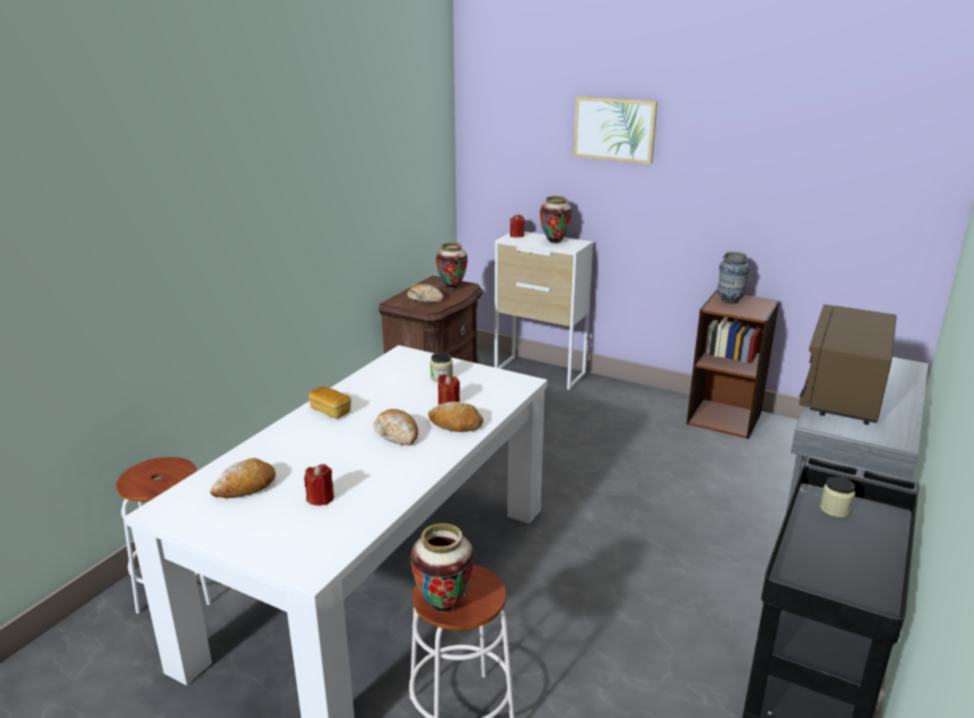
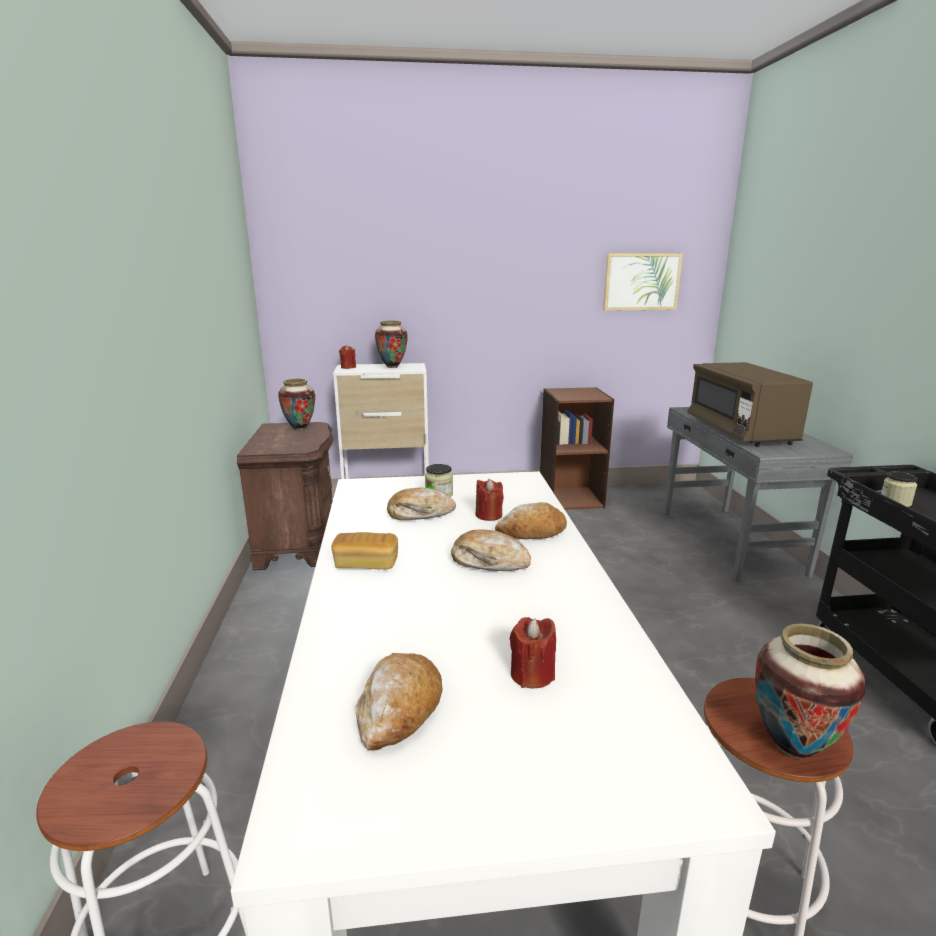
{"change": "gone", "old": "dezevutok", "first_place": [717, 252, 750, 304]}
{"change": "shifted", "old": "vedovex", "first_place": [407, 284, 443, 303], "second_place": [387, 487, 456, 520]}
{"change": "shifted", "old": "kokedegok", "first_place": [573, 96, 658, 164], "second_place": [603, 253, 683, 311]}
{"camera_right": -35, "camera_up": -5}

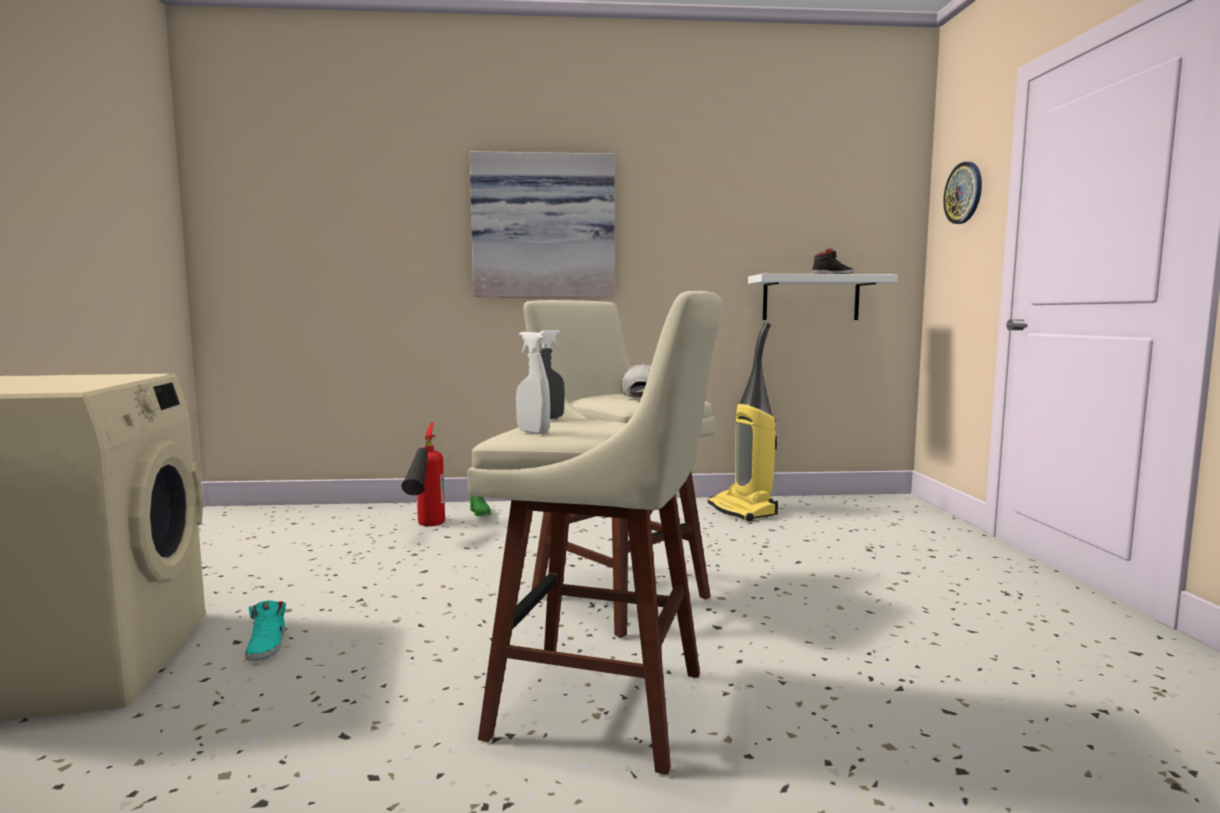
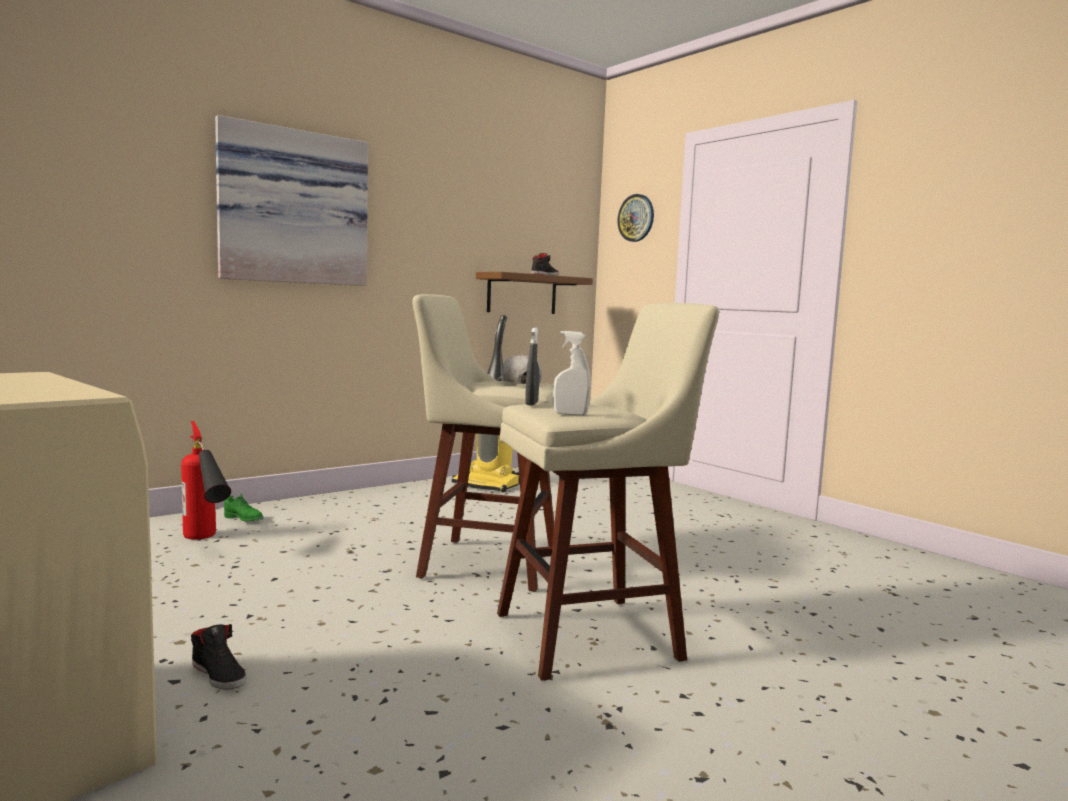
{"change": "repainted", "old": "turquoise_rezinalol", "new": "black_rezinalol", "first_place": [245, 601, 286, 661], "second_place": [191, 624, 246, 690]}
{"change": "repainted", "old": "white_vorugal", "new": "brown_vorugal", "first_place": [748, 274, 898, 320], "second_place": [476, 272, 593, 314]}
{"camera_right": -35, "camera_up": 0}

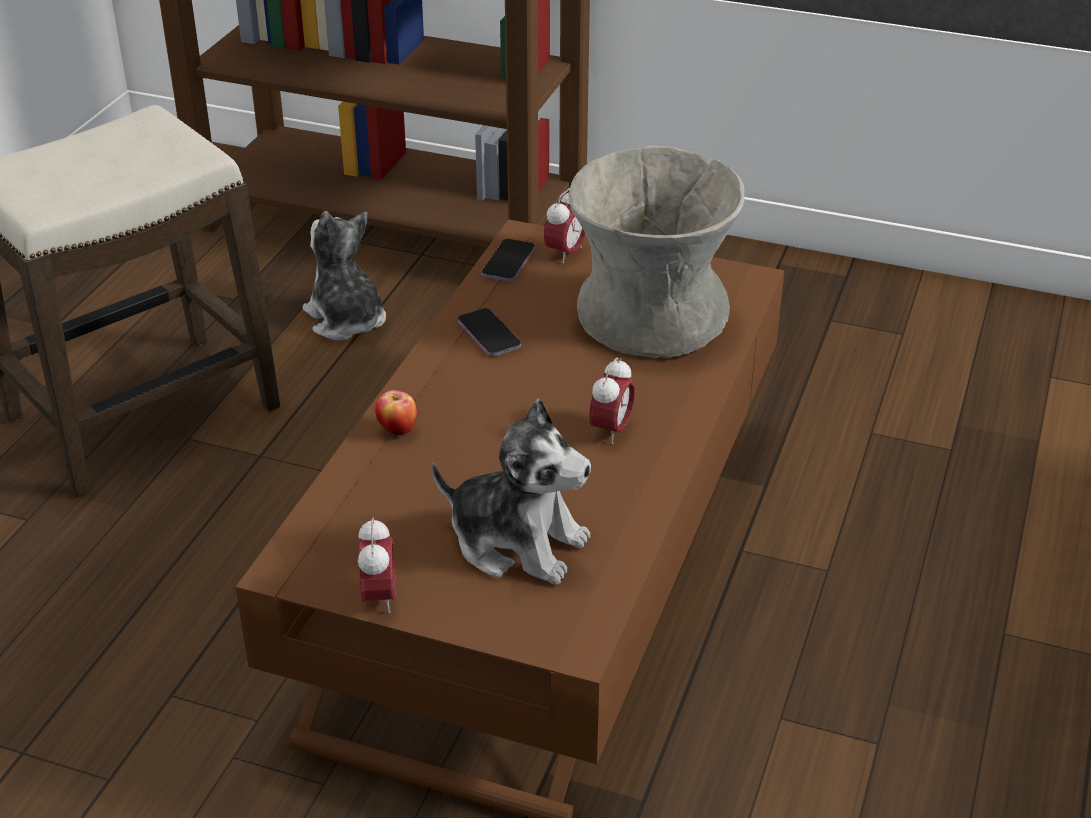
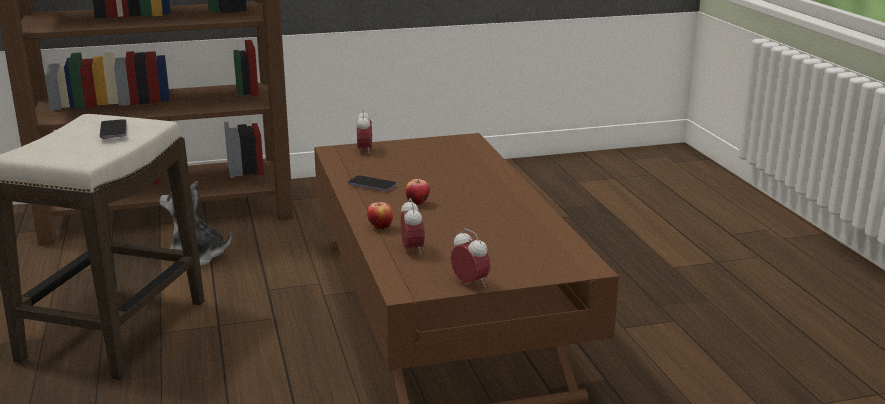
{"change": "gone", "old": "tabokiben", "first_place": [432, 398, 591, 585]}
{"change": "gone", "old": "grey_dezevutok", "first_place": [569, 146, 745, 358]}
{"change": "new", "new": "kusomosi", "second_place": [405, 179, 430, 205]}
{"change": "shifted", "old": "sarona", "first_place": [482, 239, 535, 282], "second_place": [100, 119, 127, 139]}
{"change": "shifted", "old": "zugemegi", "first_place": [589, 357, 635, 444], "second_place": [401, 198, 425, 256]}
{"camera_right": -35, "camera_up": -15}

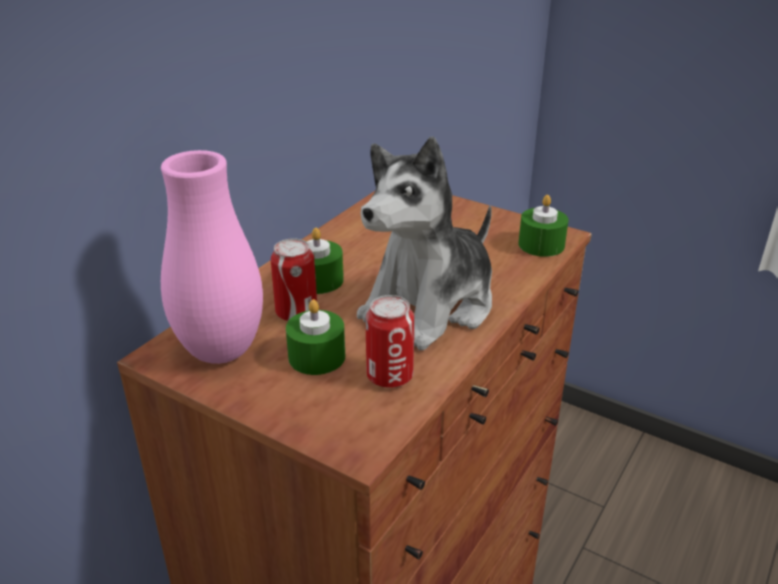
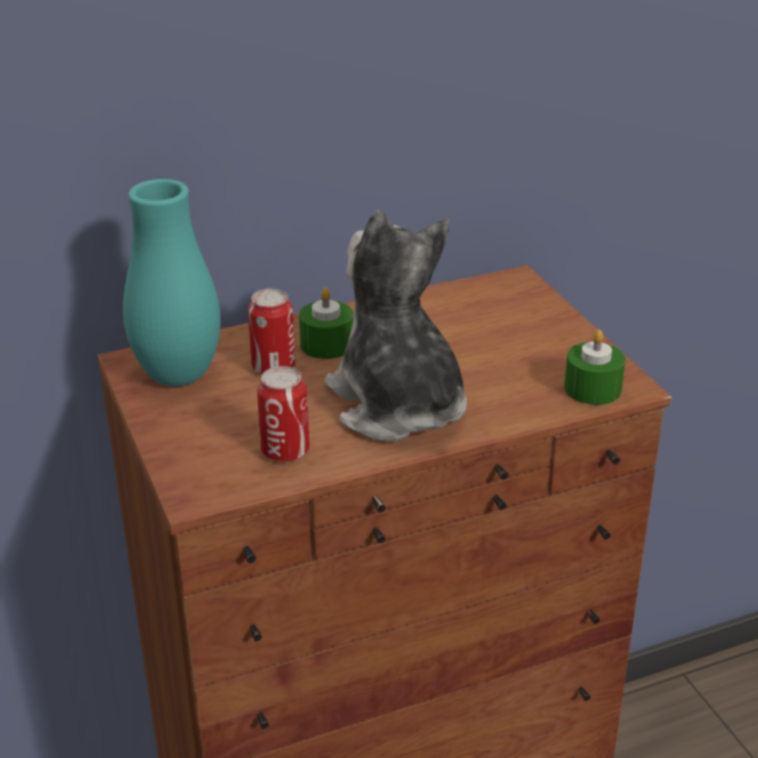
{"change": "gone", "old": "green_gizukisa", "first_place": [286, 299, 345, 375]}
{"change": "repainted", "old": "pink_dezevutok", "new": "turquoise_dezevutok", "first_place": [161, 150, 263, 364], "second_place": [123, 179, 221, 386]}
{"change": "rotated", "old": "tabokiben", "first_place": [357, 137, 492, 350], "second_place": [325, 210, 467, 441], "degrees": 75}
{"camera_right": 35, "camera_up": 0}

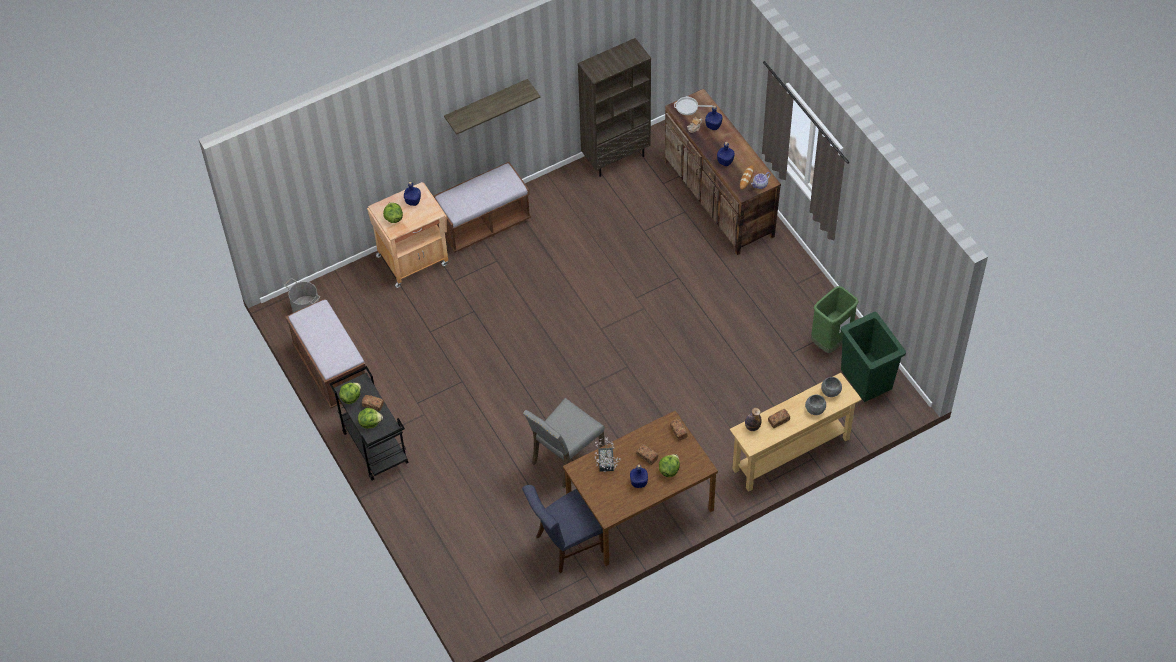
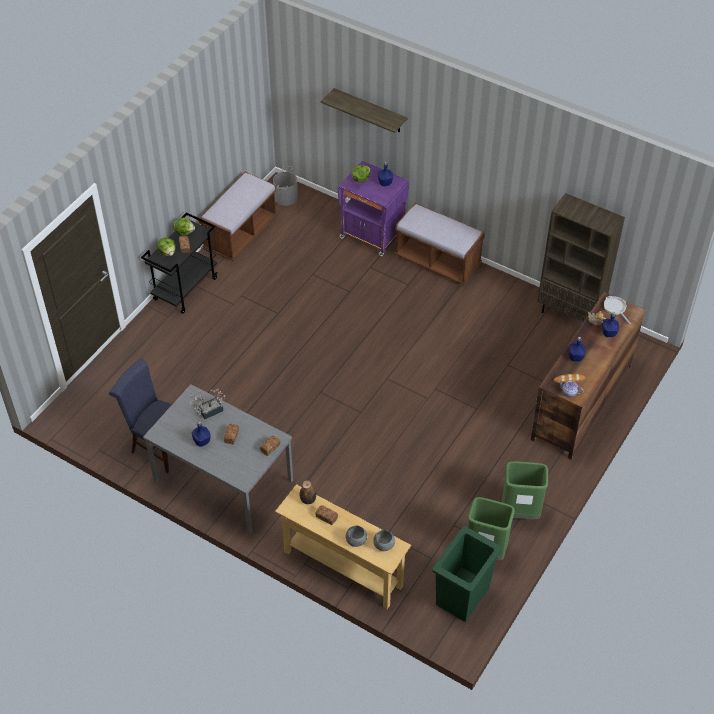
{"change": "gone", "old": "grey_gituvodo", "first_place": [523, 398, 605, 488]}
{"change": "gone", "old": "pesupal", "first_place": [659, 454, 680, 477]}
{"change": "new", "new": "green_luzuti", "second_place": [502, 461, 548, 519]}
{"change": "shifted", "old": "vorugal", "first_place": [444, 79, 540, 135], "second_place": [321, 88, 408, 133]}
{"change": "repainted", "old": "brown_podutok", "new": "purple_podutok", "first_place": [367, 182, 448, 288], "second_place": [337, 161, 410, 256]}
{"change": "repainted", "old": "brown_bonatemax", "new": "grey_bonatemax", "first_place": [563, 411, 718, 566], "second_place": [143, 384, 293, 534]}
{"camera_right": 60, "camera_up": -5}

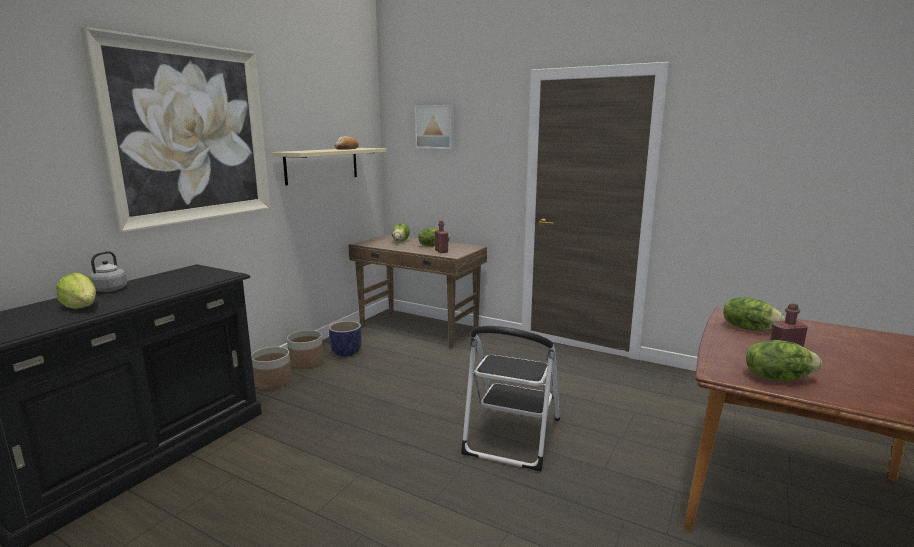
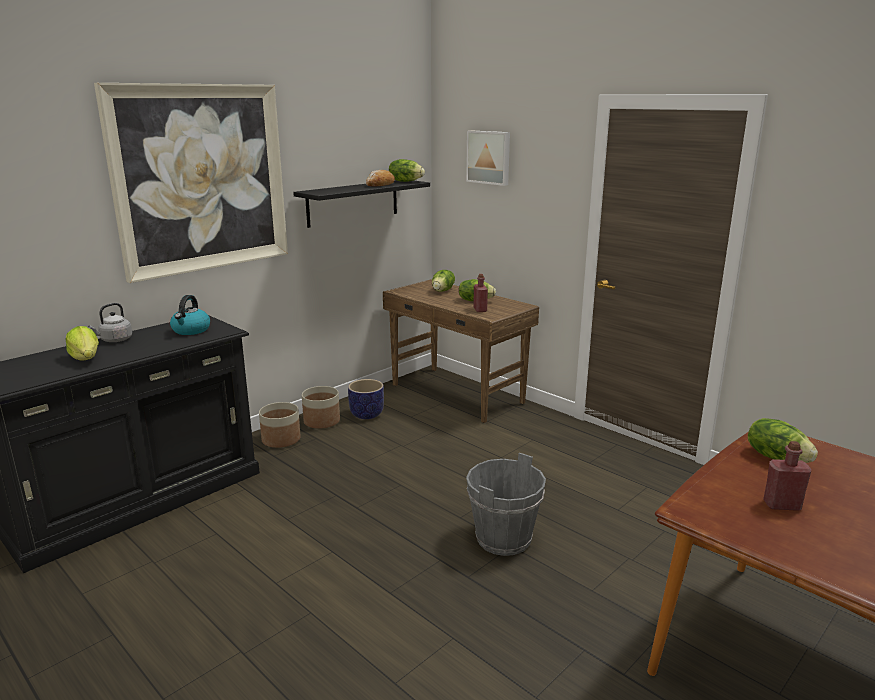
{"change": "new", "new": "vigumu", "second_place": [170, 295, 210, 335]}
{"change": "shifted", "old": "pesupal", "first_place": [746, 340, 822, 381], "second_place": [389, 159, 425, 182]}
{"change": "swapped", "old": "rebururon", "new": "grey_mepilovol", "first_place": [461, 326, 560, 471], "second_place": [466, 453, 546, 556]}
{"change": "repainted", "old": "beige_vorugal", "new": "black_vorugal", "first_place": [273, 148, 387, 185], "second_place": [293, 180, 430, 228]}
{"camera_right": 15, "camera_up": 5}

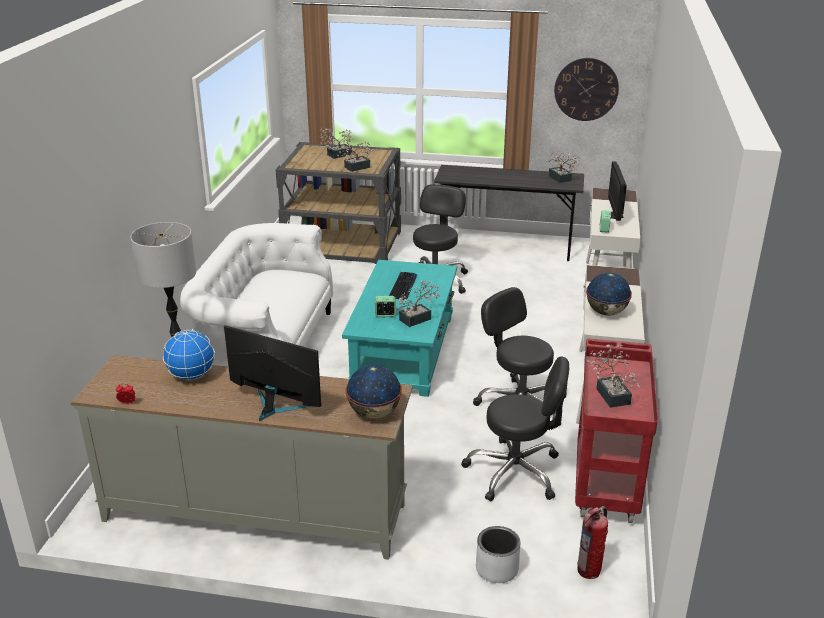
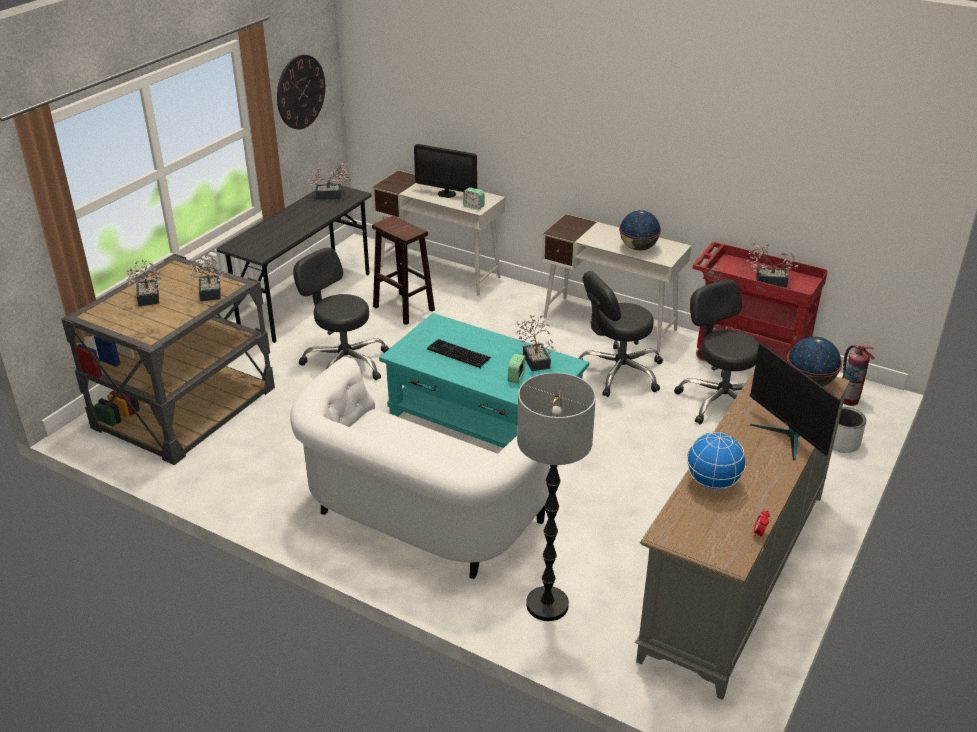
{"change": "new", "new": "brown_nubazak", "second_place": [372, 216, 435, 325]}
{"change": "rotated", "old": "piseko", "first_place": [224, 325, 322, 421], "second_place": [750, 343, 840, 460], "degrees": -75}
{"change": "rotated", "old": "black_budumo", "first_place": [461, 356, 569, 501], "second_place": [674, 280, 759, 424], "degrees": -60}
{"camera_right": -70, "camera_up": 5}

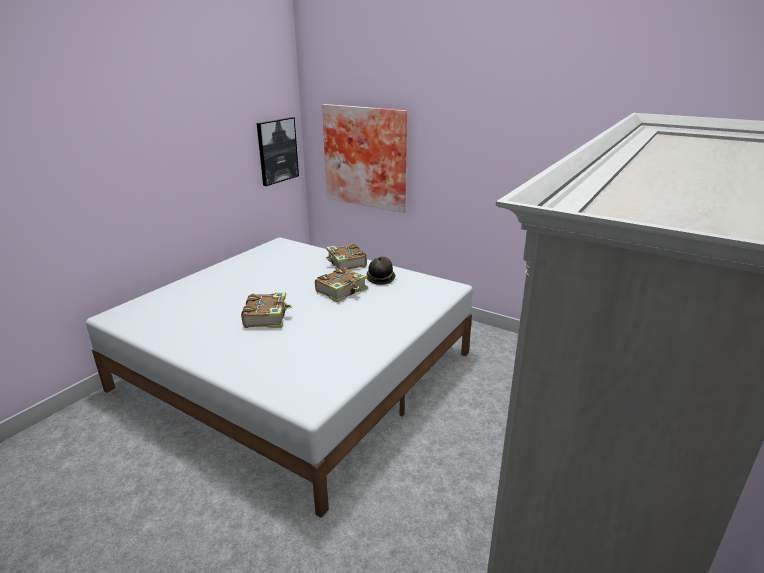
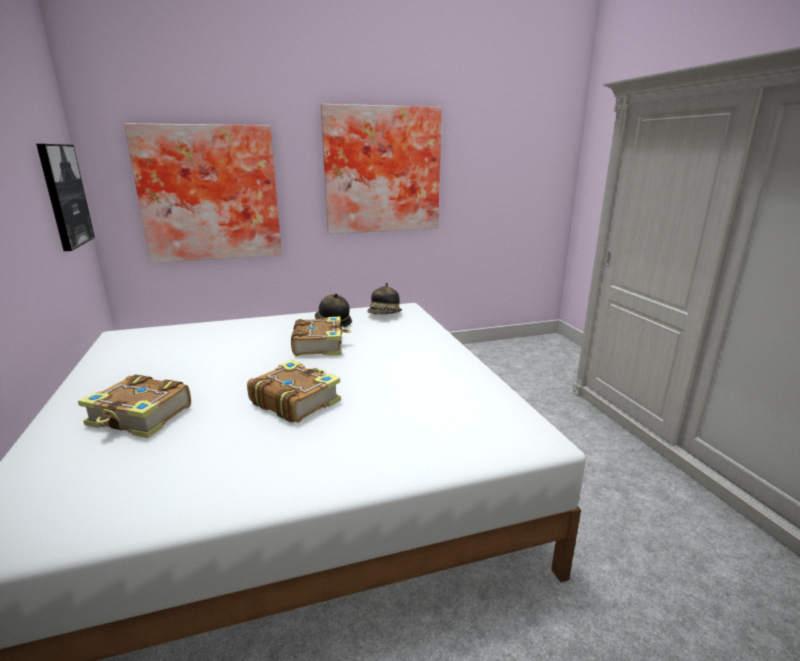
{"change": "new", "new": "kokedegok", "second_place": [321, 104, 442, 234]}
{"change": "new", "new": "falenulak", "second_place": [367, 283, 402, 314]}
{"change": "shifted", "old": "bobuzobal", "first_place": [325, 244, 367, 270], "second_place": [78, 374, 191, 438]}
{"camera_right": -50, "camera_up": -5}

